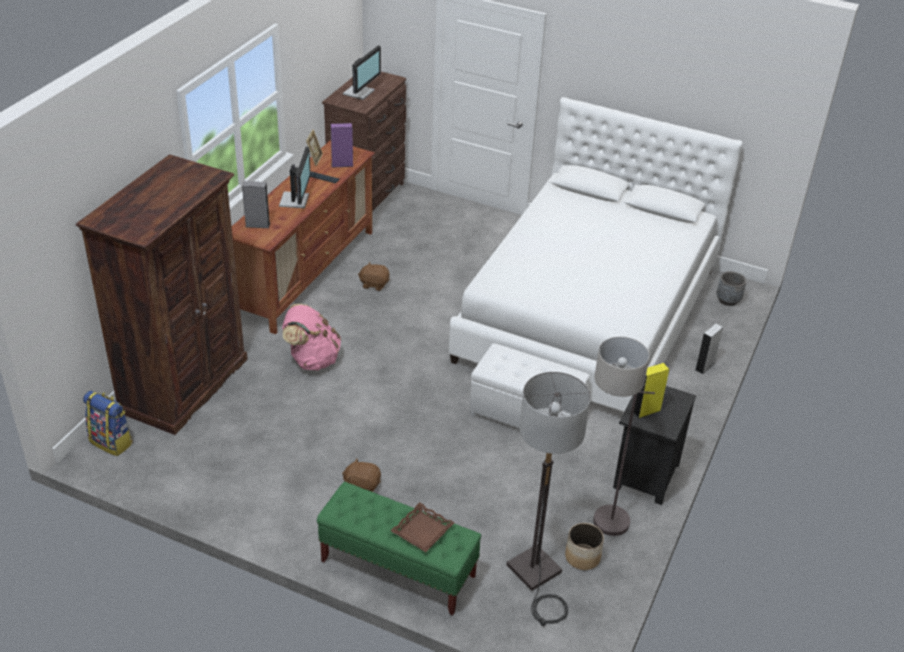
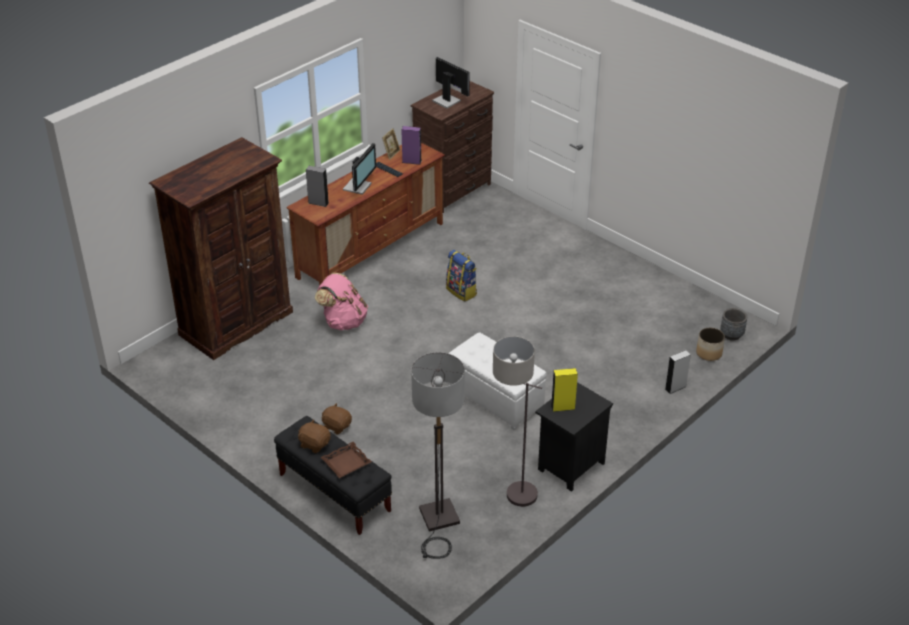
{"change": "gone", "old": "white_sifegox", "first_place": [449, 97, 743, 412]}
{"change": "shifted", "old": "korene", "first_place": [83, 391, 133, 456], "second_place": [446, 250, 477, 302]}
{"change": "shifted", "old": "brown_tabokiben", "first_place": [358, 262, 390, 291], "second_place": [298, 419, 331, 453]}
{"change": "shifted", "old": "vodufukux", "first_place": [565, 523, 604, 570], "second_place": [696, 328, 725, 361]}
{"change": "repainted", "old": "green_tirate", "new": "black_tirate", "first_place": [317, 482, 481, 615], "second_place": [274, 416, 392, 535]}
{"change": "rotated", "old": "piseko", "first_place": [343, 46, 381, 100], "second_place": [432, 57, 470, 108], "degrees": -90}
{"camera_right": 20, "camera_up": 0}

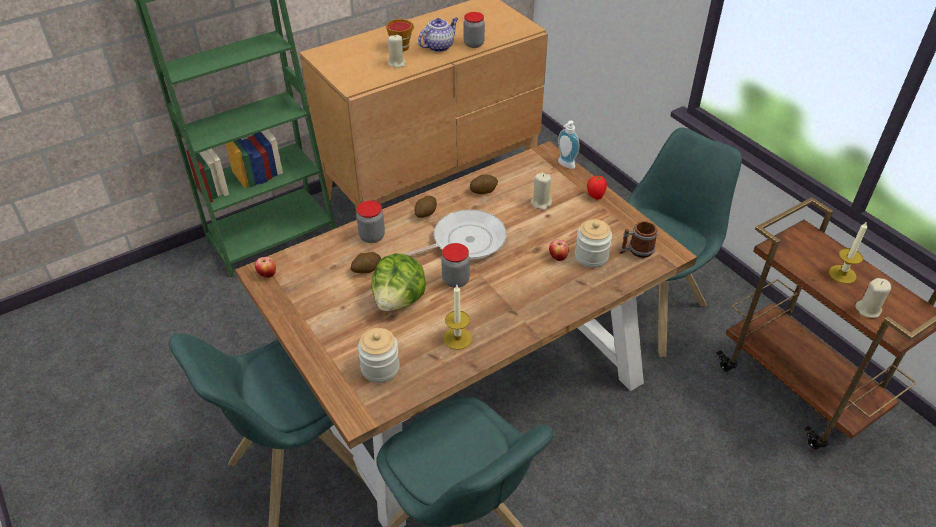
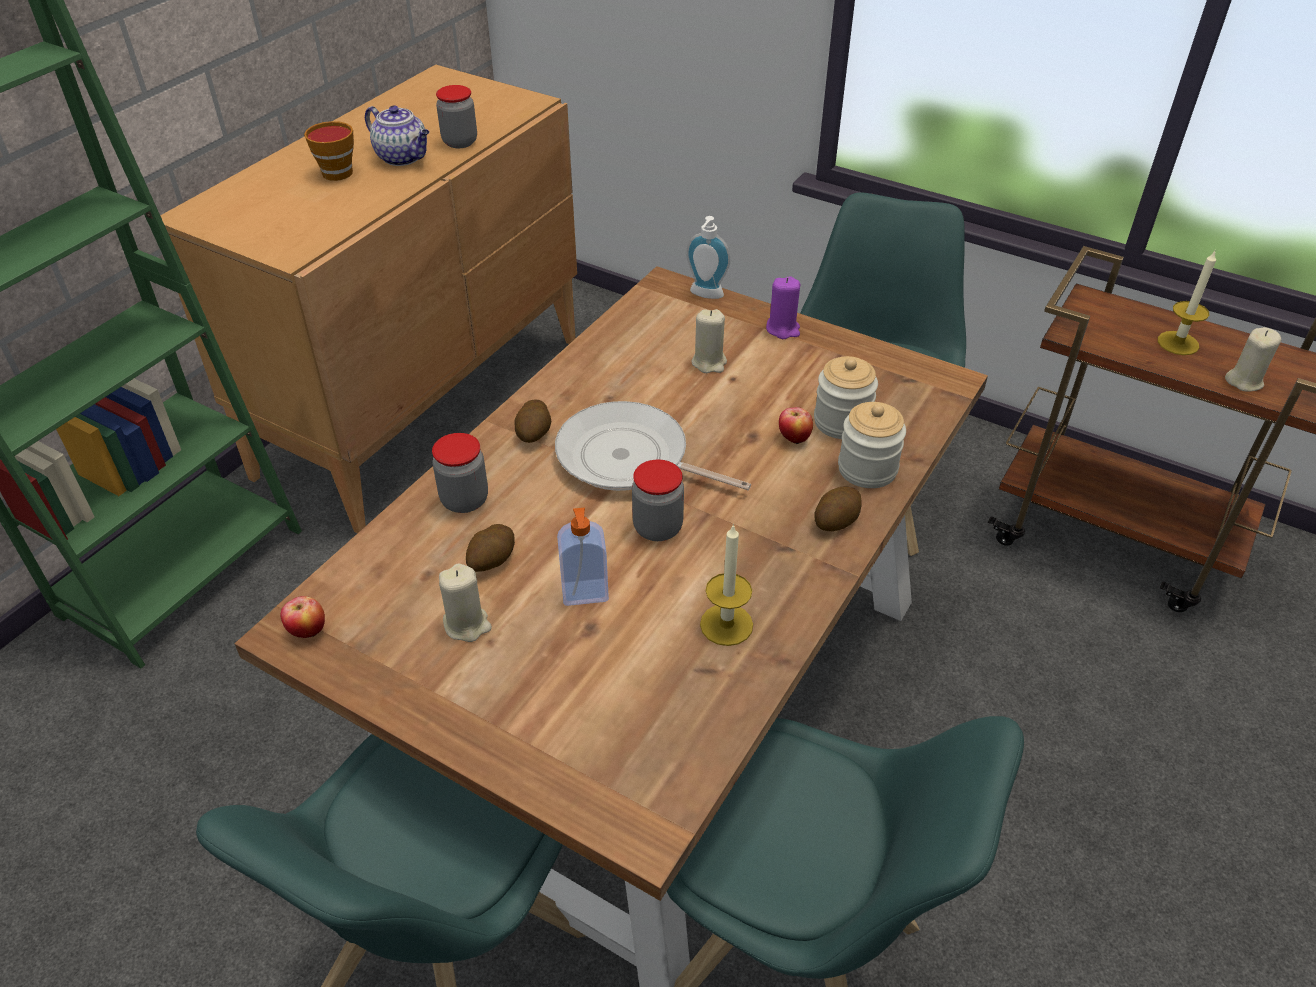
{"change": "gone", "old": "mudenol", "first_place": [620, 221, 658, 258]}
{"change": "shifted", "old": "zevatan", "first_place": [358, 328, 400, 383], "second_place": [838, 402, 906, 488]}
{"change": "shifted", "old": "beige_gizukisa", "first_place": [388, 35, 406, 68], "second_place": [439, 563, 492, 642]}
{"change": "shifted", "old": "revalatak", "first_place": [470, 174, 498, 194], "second_place": [814, 487, 862, 531]}
{"change": "swapped", "old": "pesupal", "new": "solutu", "first_place": [372, 253, 426, 311], "second_place": [557, 508, 609, 606]}
{"change": "swapped", "old": "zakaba", "new": "purple_gizukisa", "first_place": [587, 176, 607, 200], "second_place": [766, 276, 800, 339]}
{"change": "rotated", "old": "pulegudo", "first_place": [404, 210, 507, 260], "second_place": [555, 401, 751, 491], "degrees": -105}
{"change": "rotated", "old": "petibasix", "first_place": [418, 18, 458, 52], "second_place": [365, 105, 430, 166], "degrees": 105}
{"camera_right": -25, "camera_up": 0}

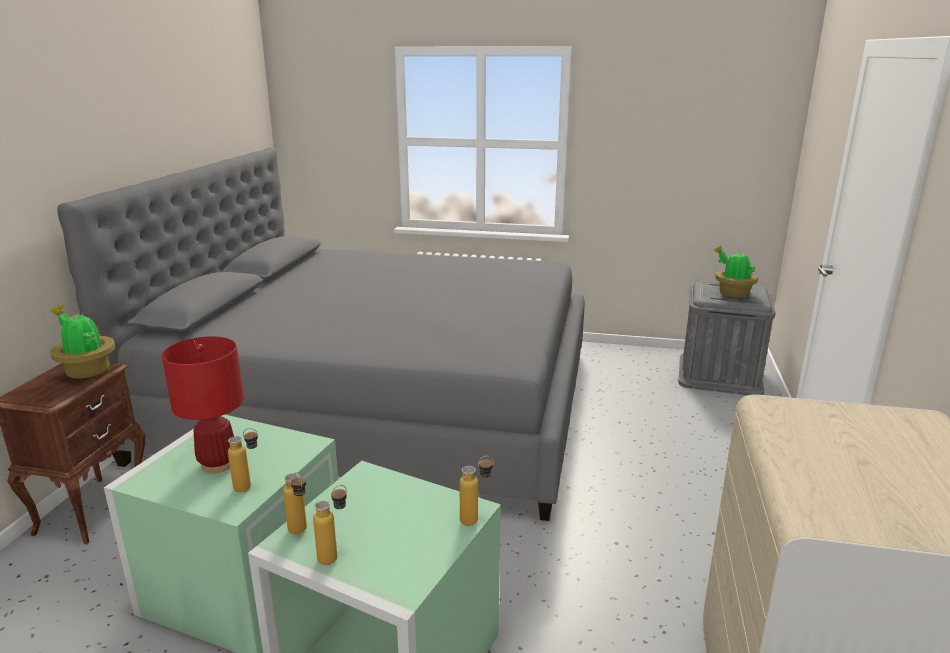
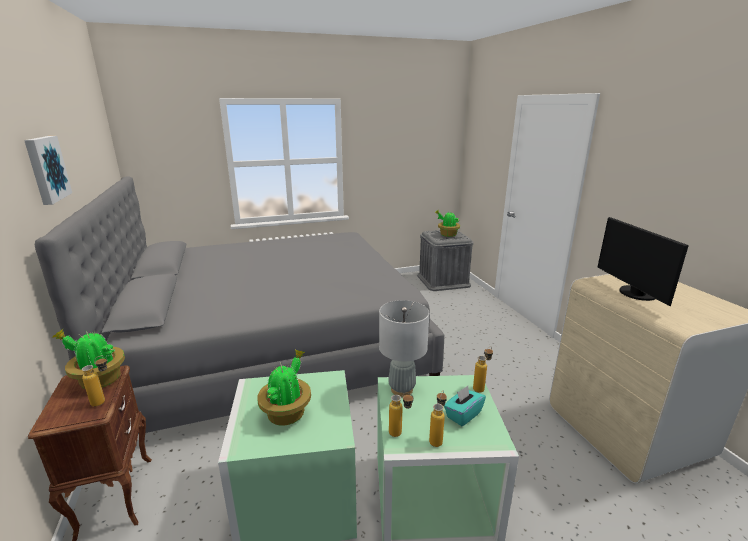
{"change": "new", "new": "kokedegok", "second_place": [24, 136, 72, 205]}
{"change": "new", "new": "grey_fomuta", "second_place": [379, 300, 429, 397]}
{"change": "new", "new": "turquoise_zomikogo", "second_place": [444, 386, 486, 426]}
{"change": "new", "new": "piseko", "second_place": [597, 217, 689, 306]}
{"change": "shifted", "old": "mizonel", "first_place": [228, 428, 258, 492], "second_place": [82, 356, 107, 407]}
{"change": "swapped", "old": "red_fomuta", "new": "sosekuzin", "first_place": [162, 336, 244, 473], "second_place": [257, 349, 311, 426]}
{"camera_right": -30, "camera_up": 0}

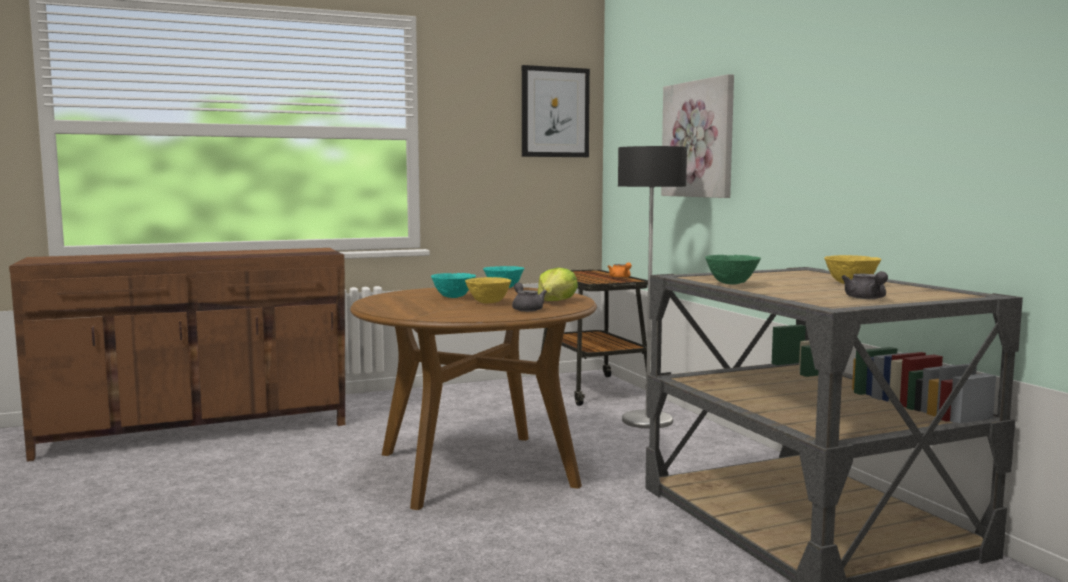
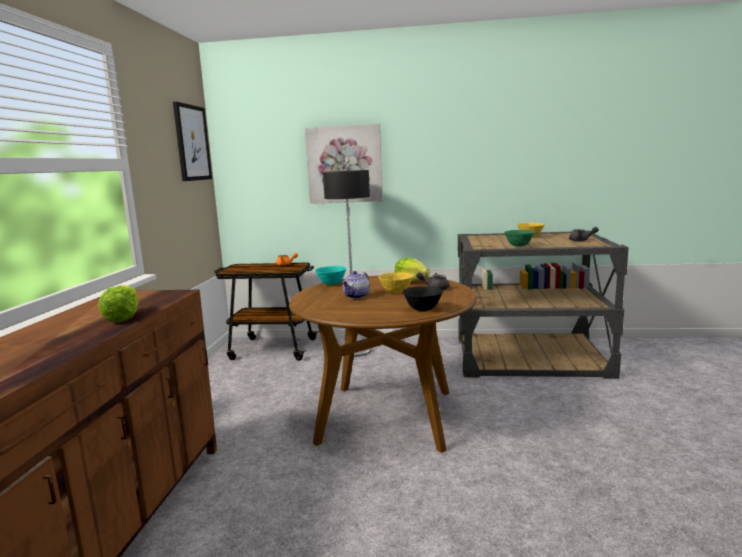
{"change": "new", "new": "pesupal", "second_place": [99, 285, 138, 323]}
{"change": "new", "new": "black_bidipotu", "second_place": [403, 286, 443, 311]}
{"change": "swapped", "old": "turquoise_bidipotu", "new": "petibasix", "first_place": [431, 273, 476, 298], "second_place": [342, 271, 369, 299]}
{"camera_right": -60, "camera_up": 5}

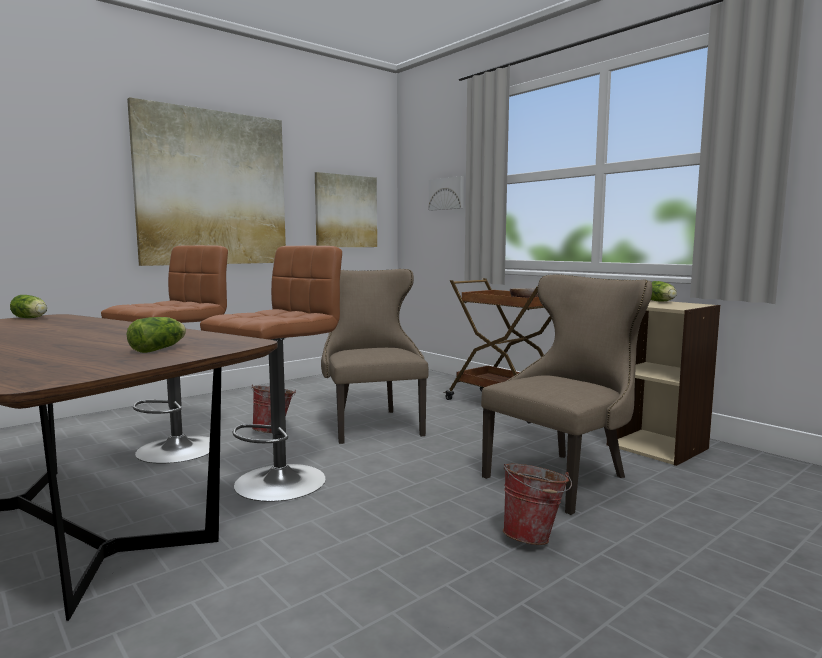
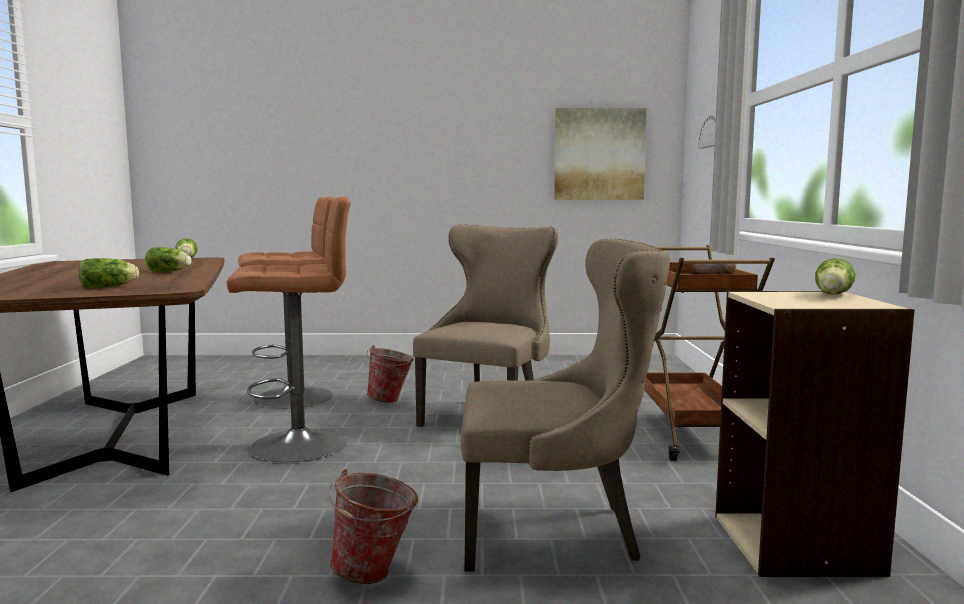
{"change": "gone", "old": "kokedegok", "first_place": [127, 97, 286, 266]}
{"change": "new", "new": "pesupal", "second_place": [145, 247, 192, 272]}
{"camera_right": 40, "camera_up": 0}

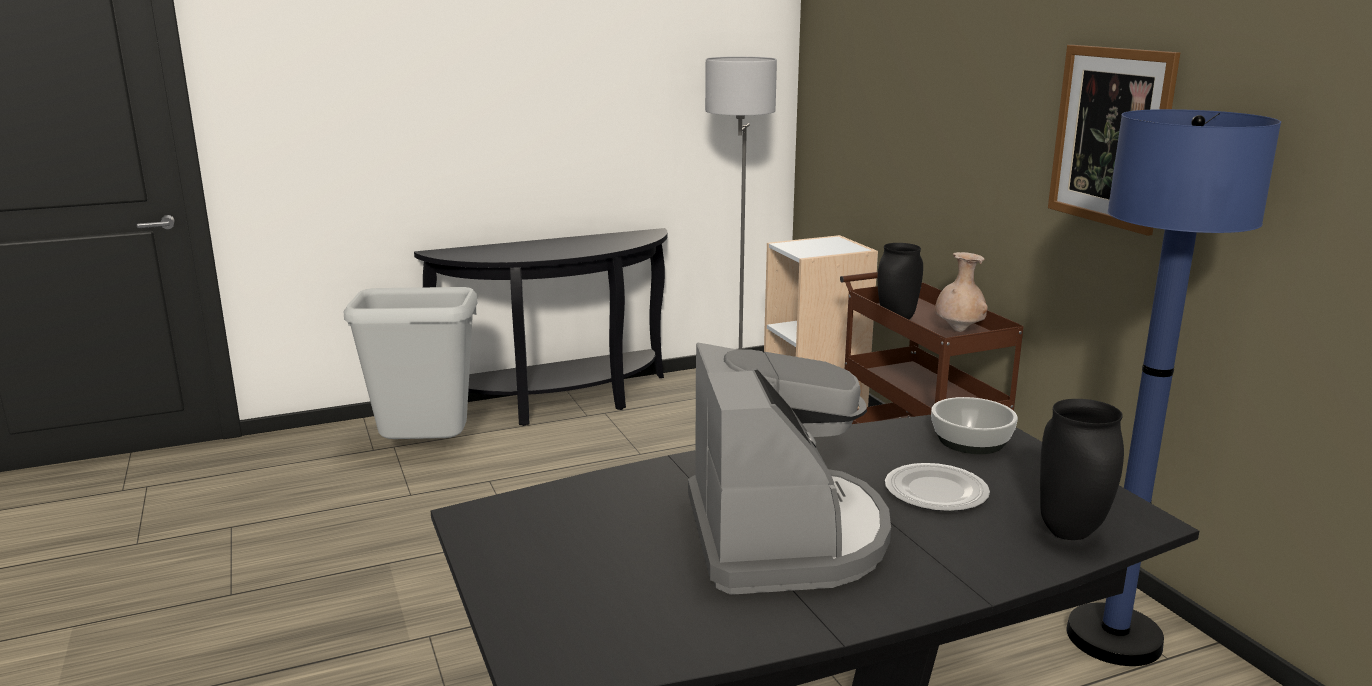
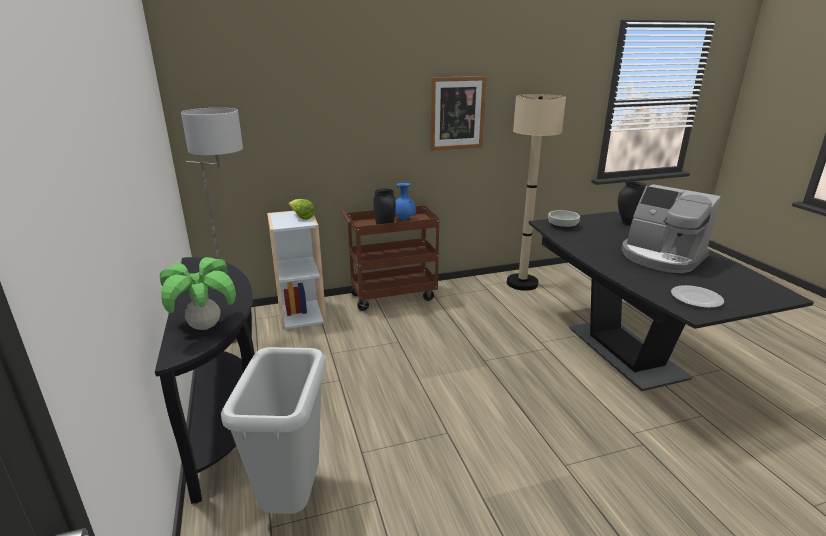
{"change": "new", "new": "sosekuzin", "second_place": [160, 257, 236, 330]}
{"change": "new", "new": "pesupal", "second_place": [288, 199, 315, 220]}
{"change": "shifted", "old": "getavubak", "first_place": [885, 463, 990, 512], "second_place": [671, 285, 724, 308]}
{"change": "repainted", "old": "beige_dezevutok", "new": "blue_dezevutok", "first_place": [935, 252, 988, 332], "second_place": [395, 183, 416, 221]}
{"change": "repainted", "old": "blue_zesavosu", "new": "beige_zesavosu", "first_place": [1067, 109, 1281, 666], "second_place": [507, 94, 566, 291]}
{"change": "rotated", "old": "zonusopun", "first_place": [688, 343, 891, 595], "second_place": [622, 184, 721, 273], "degrees": -135}
{"camera_right": -85, "camera_up": 5}

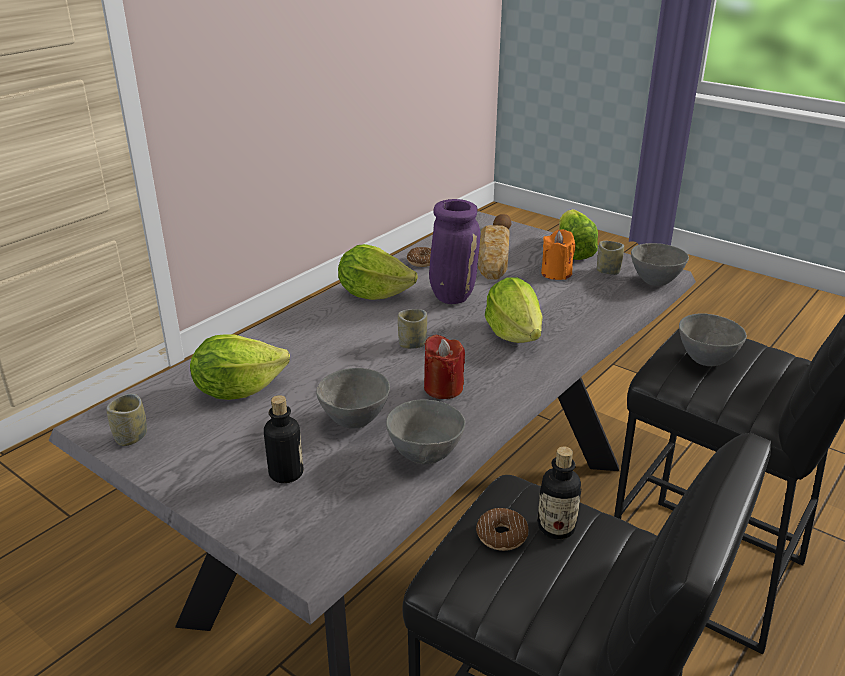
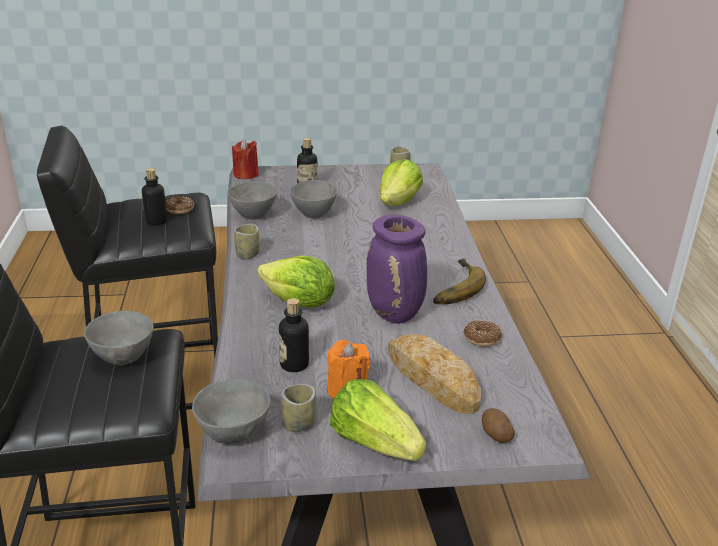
{"change": "new", "new": "mizonel", "second_place": [279, 298, 309, 372]}
{"change": "shifted", "old": "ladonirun", "first_place": [398, 309, 427, 349], "second_place": [234, 224, 260, 260]}
{"change": "shifted", "old": "red_gizukisa", "first_place": [424, 334, 465, 399], "second_place": [232, 139, 259, 179]}
{"change": "swapped", "old": "pesupal", "new": "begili", "first_place": [338, 244, 418, 300], "second_place": [433, 258, 486, 304]}
{"camera_right": 135, "camera_up": 0}

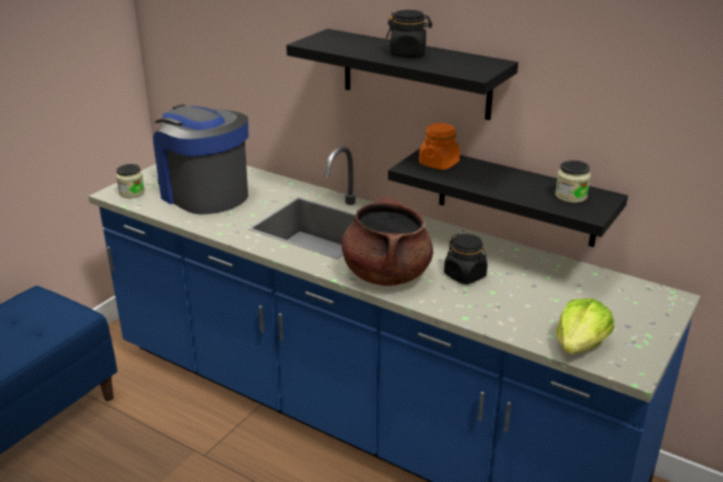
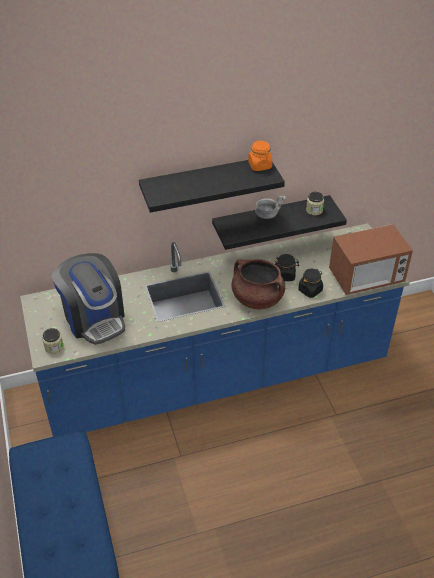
{"change": "new", "new": "grey_bidipotu", "second_place": [255, 196, 286, 219]}
{"change": "shifted", "old": "black_zevatan", "first_place": [386, 10, 432, 57], "second_place": [298, 269, 323, 298]}
{"change": "shifted", "old": "orange_zevatan", "first_place": [419, 123, 460, 170], "second_place": [248, 141, 272, 171]}
{"change": "swapped", "old": "pesupal", "new": "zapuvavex", "first_place": [556, 299, 614, 354], "second_place": [329, 224, 413, 295]}
{"change": "rotated", "old": "zonusopun", "first_place": [153, 104, 249, 215], "second_place": [52, 253, 125, 345], "degrees": -120}
{"camera_right": -50, "camera_up": 15}

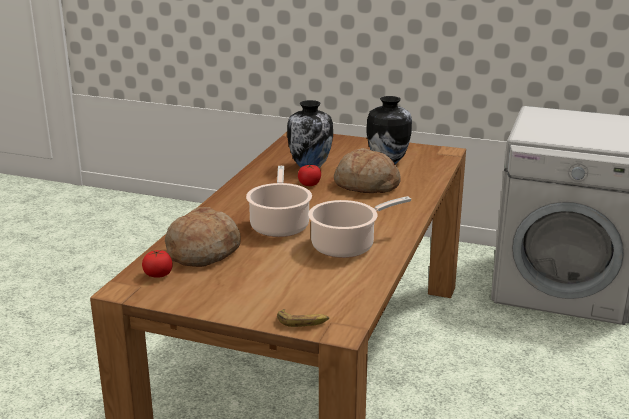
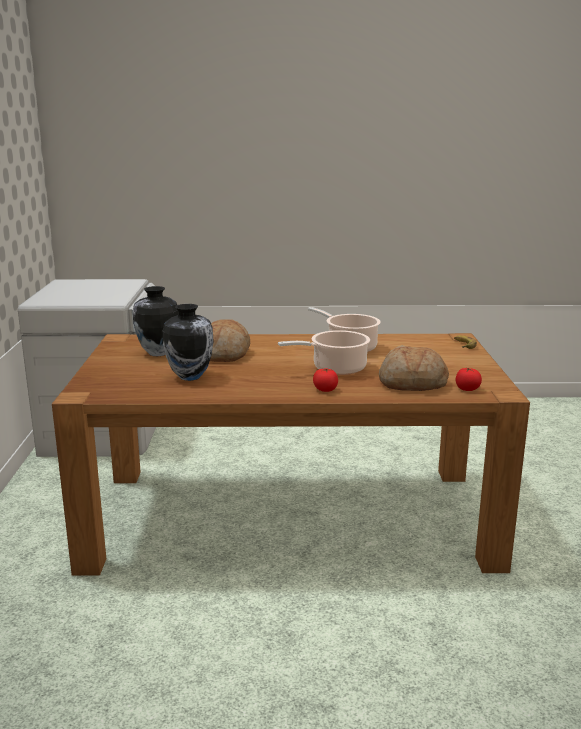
{"change": "shifted", "old": "zakaba", "first_place": [298, 165, 321, 186], "second_place": [313, 369, 338, 392]}
{"camera_right": -110, "camera_up": -5}

